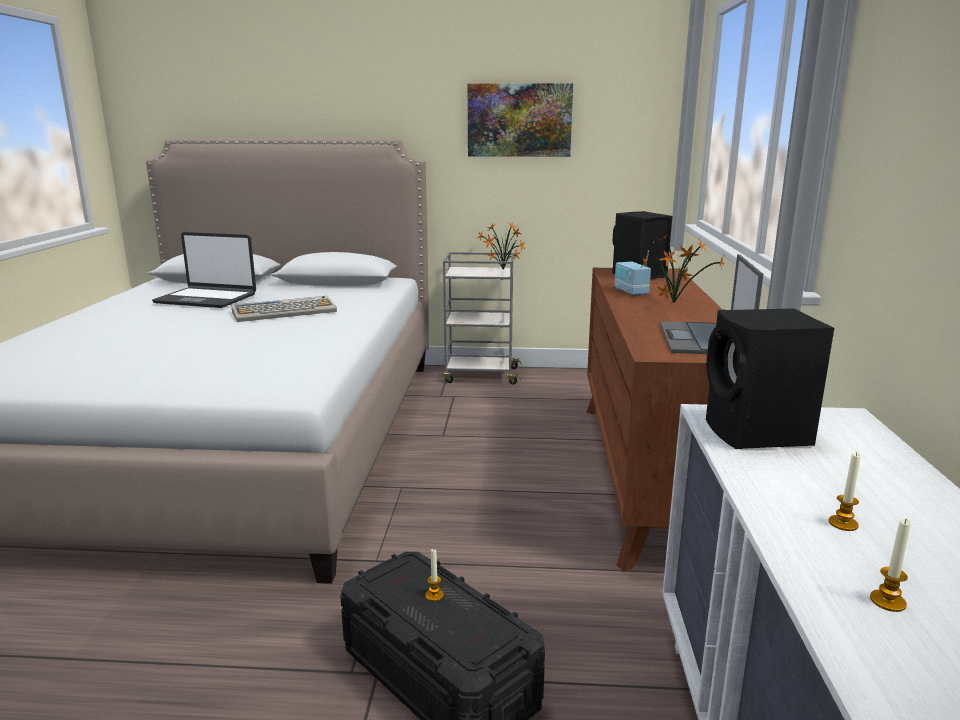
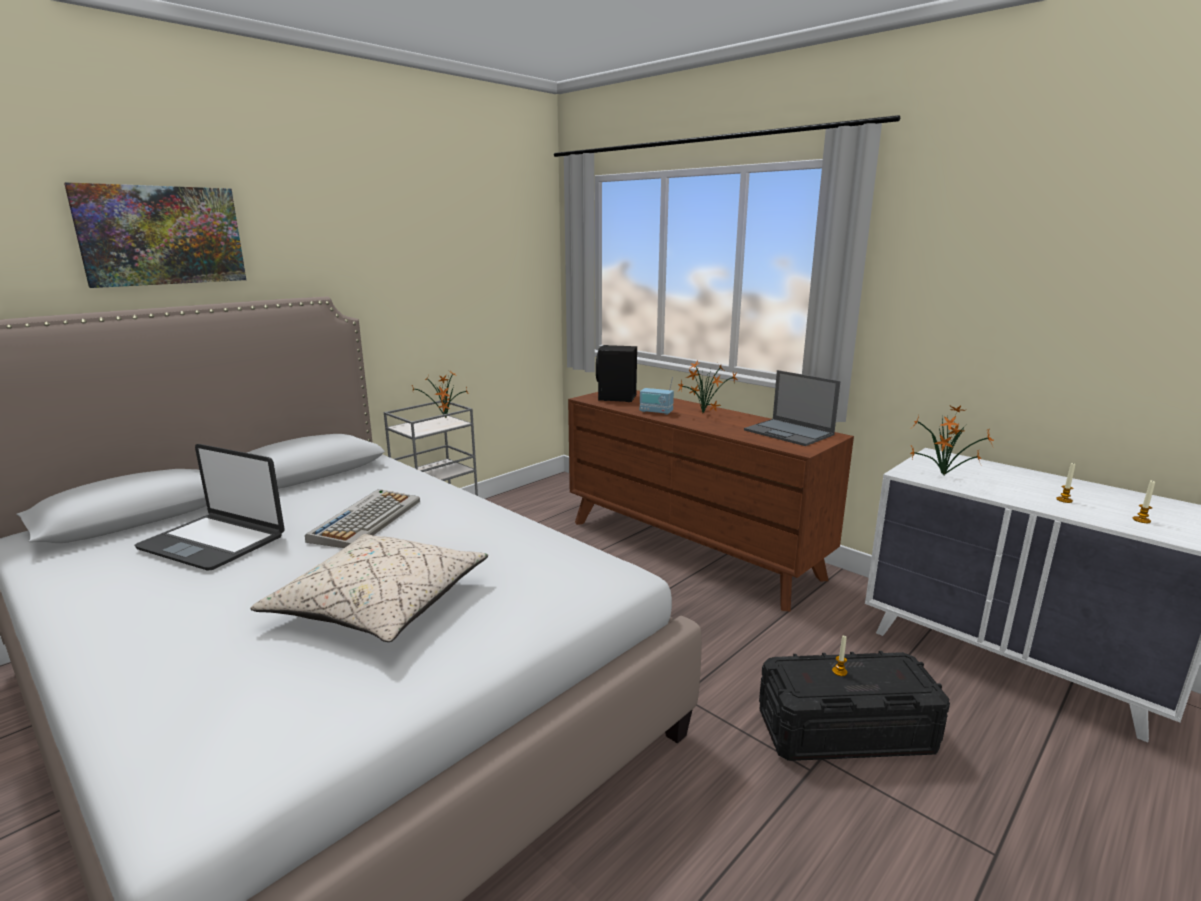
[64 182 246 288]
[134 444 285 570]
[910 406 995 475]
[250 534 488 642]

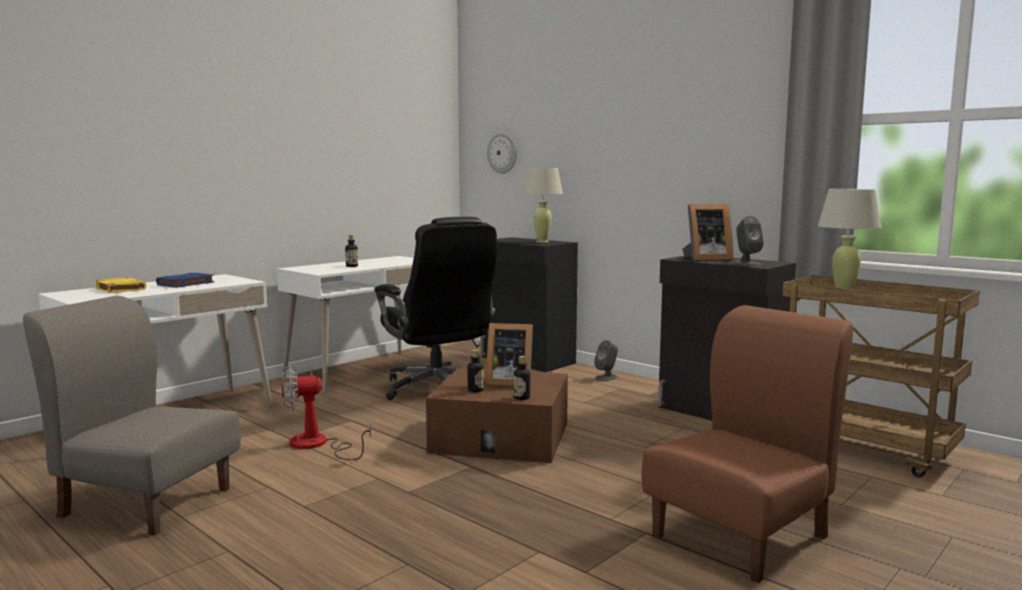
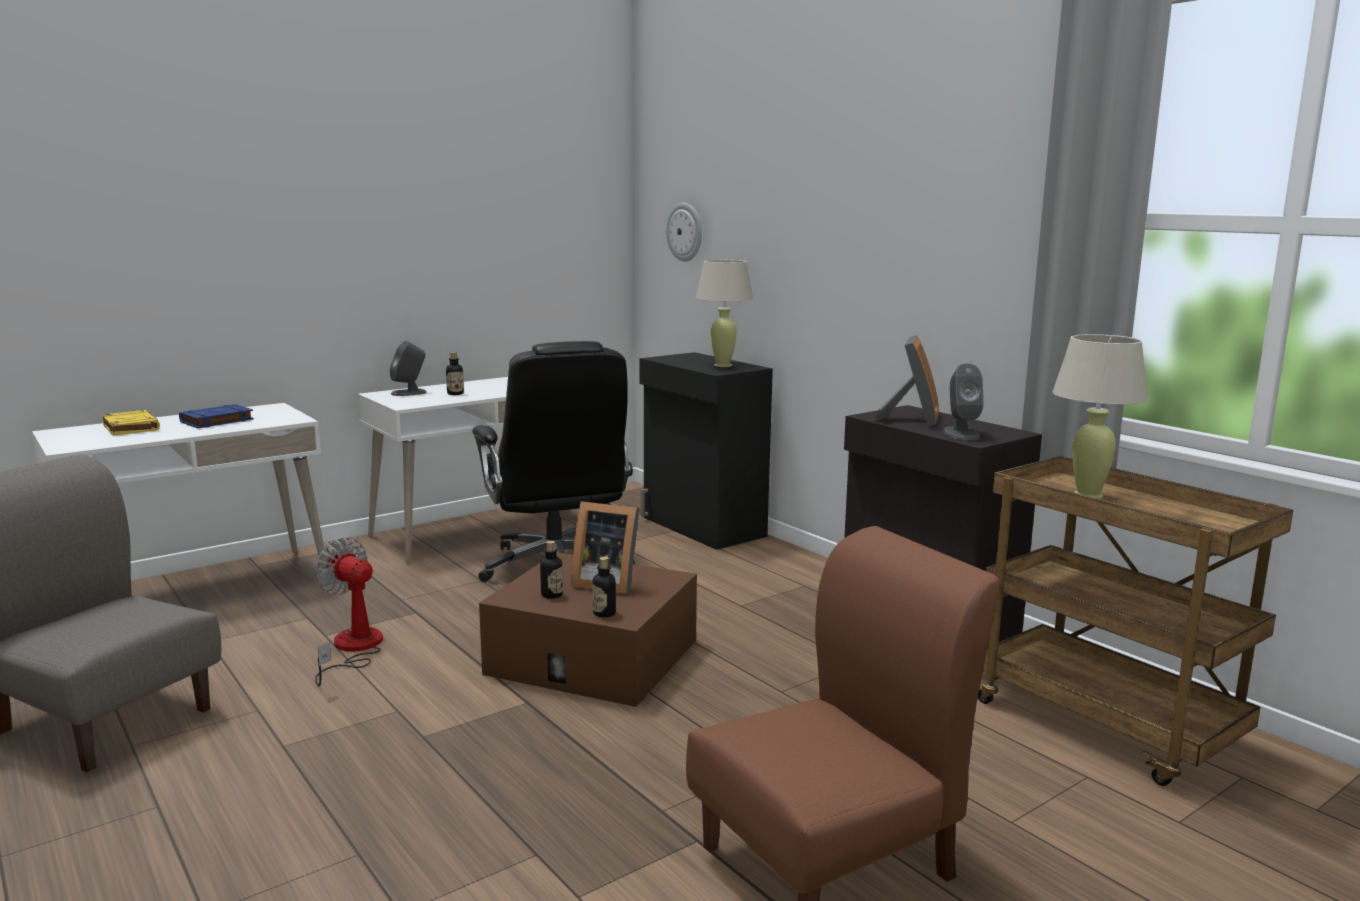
[874 335 939 426]
[390 341 427 396]
[315 537 383 686]

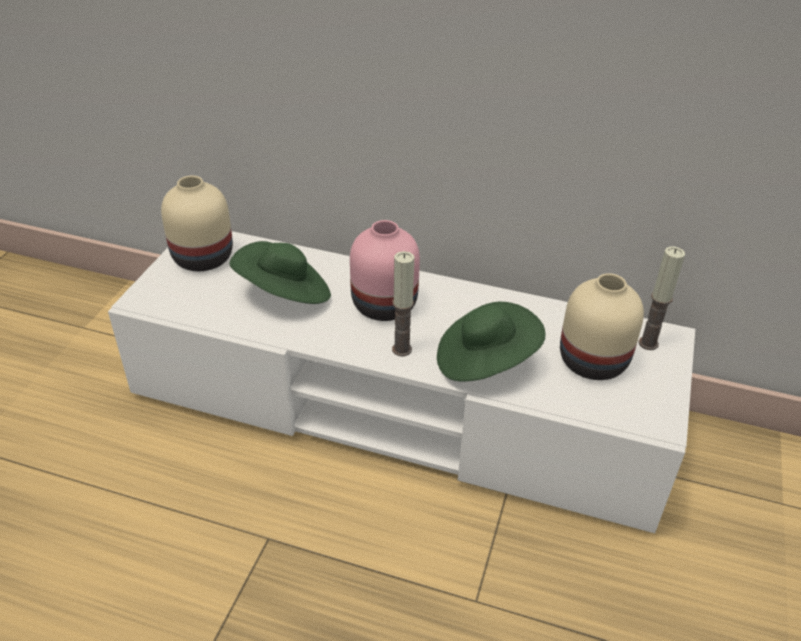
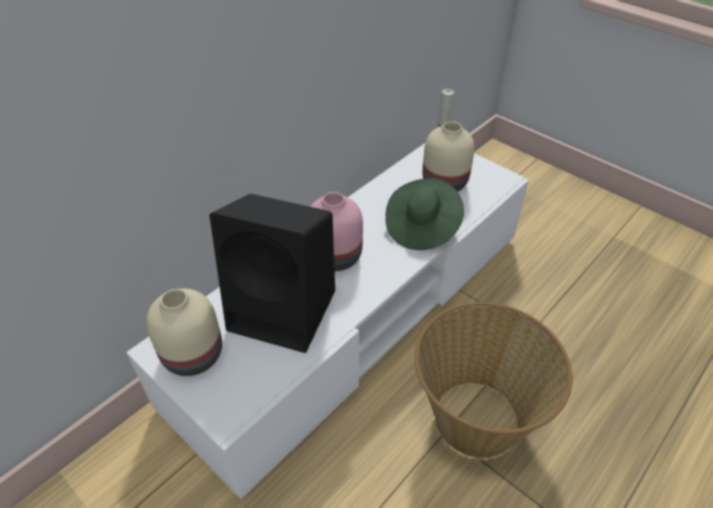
[209 194 335 353]
[392 251 414 356] (first image)
[415 302 572 458]

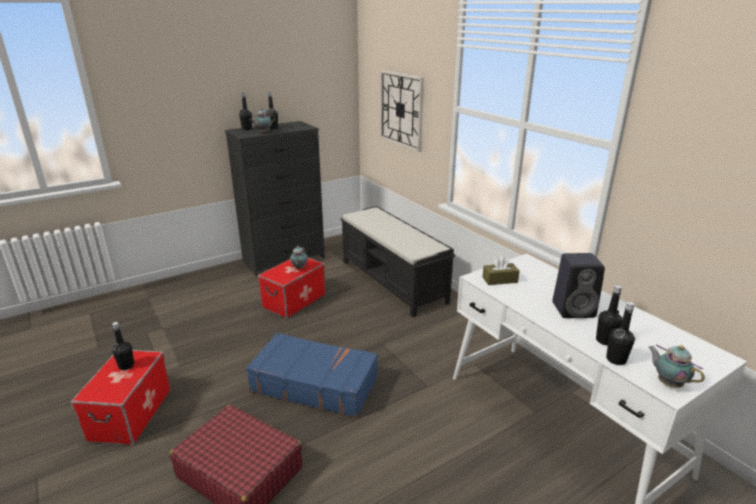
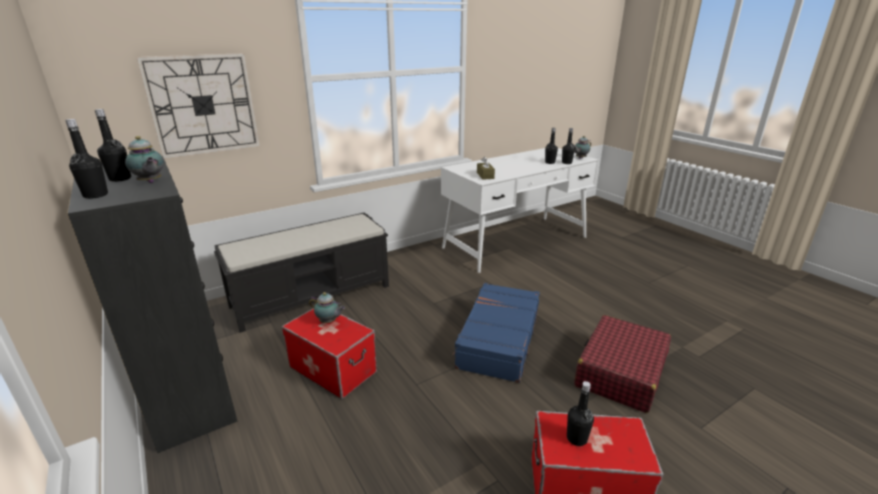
[552 253 605 318] (first image)

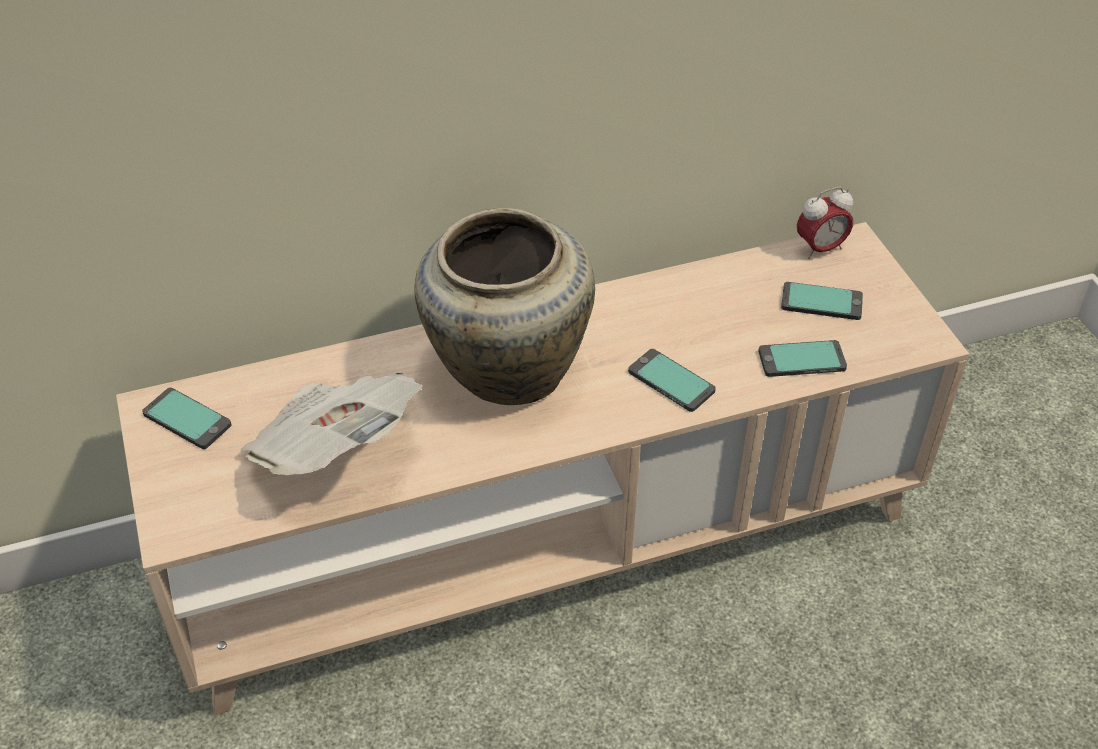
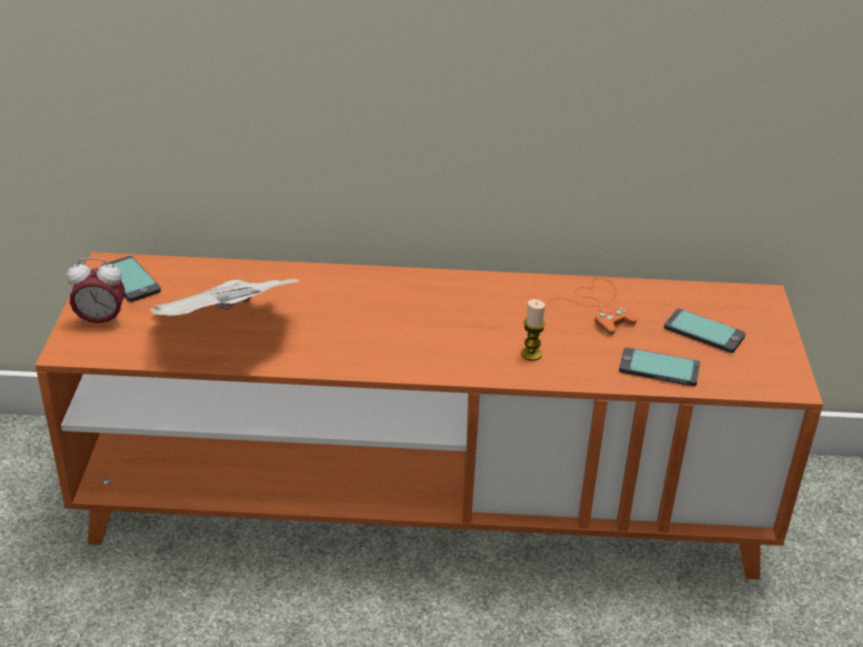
[67 258 125 327]
[415 208 595 405] (first image)
[35 252 823 580]
[521 299 545 361]
[545 278 637 335]

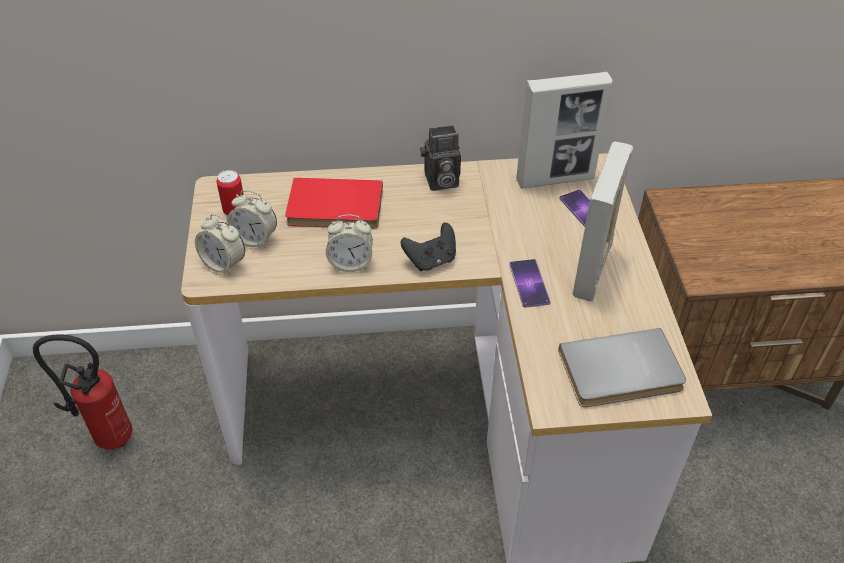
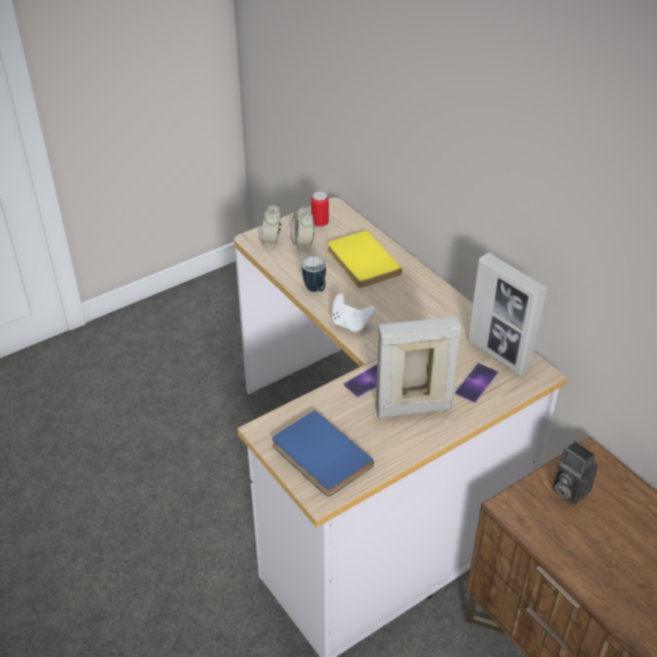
[552 441 598 505]
[327 230 402 288]
[302 256 326 292]
[332 294 376 333]
[272 410 374 497]
[33 334 133 449] (first image)

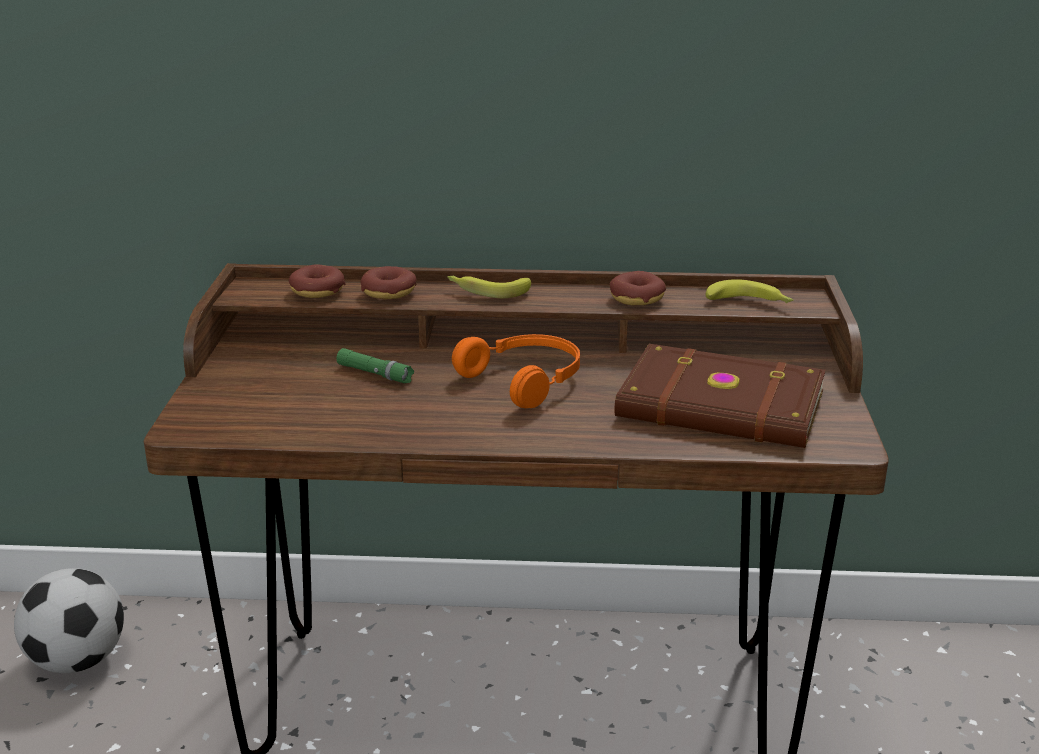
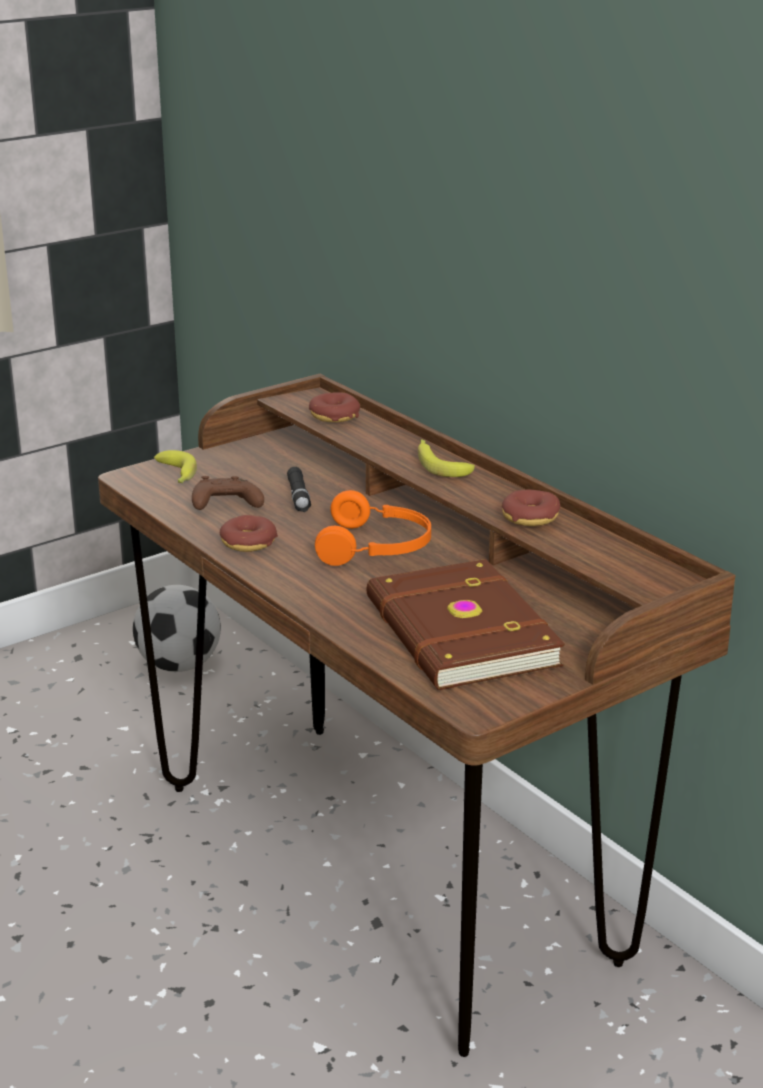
[220 515 278 552]
[154 450 197 483]
[287 467 311 512]
[192 476 264 510]

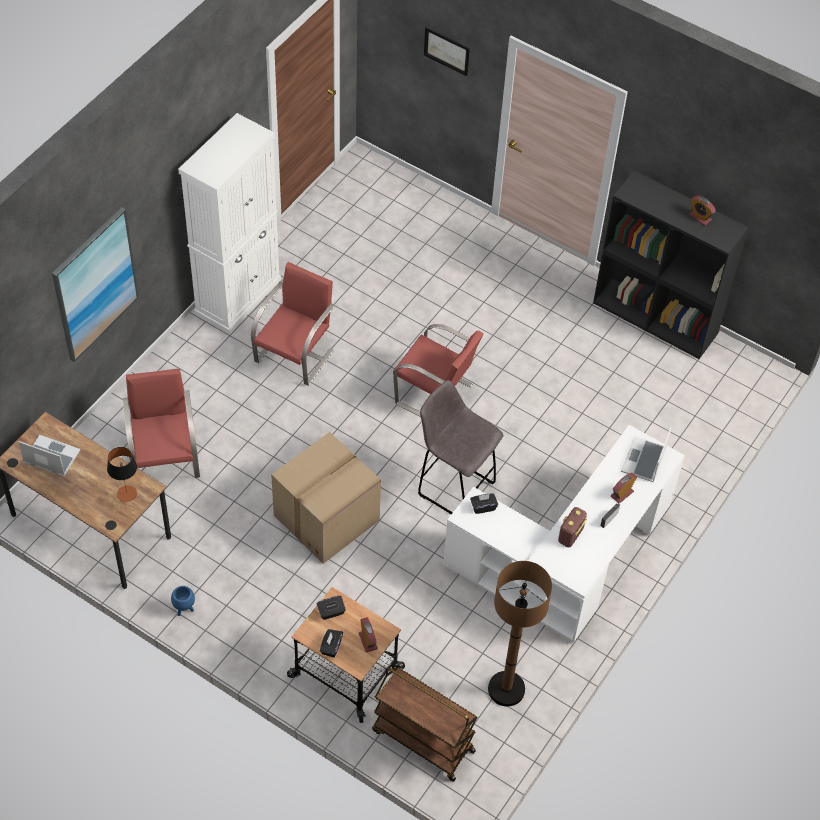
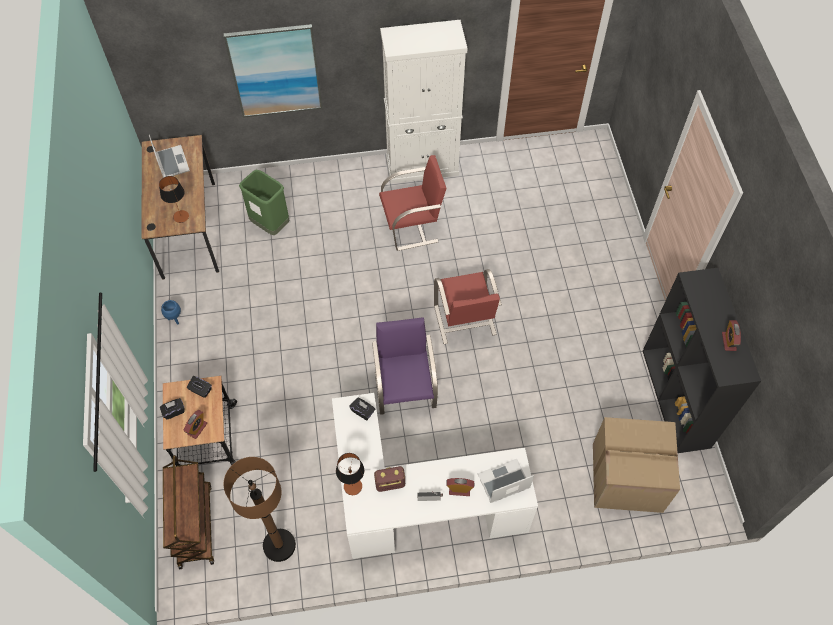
[424 27 470 76] (first image)
[239 170 289 235]
[372 317 438 415]
[593 417 680 513]
[336 453 364 495]

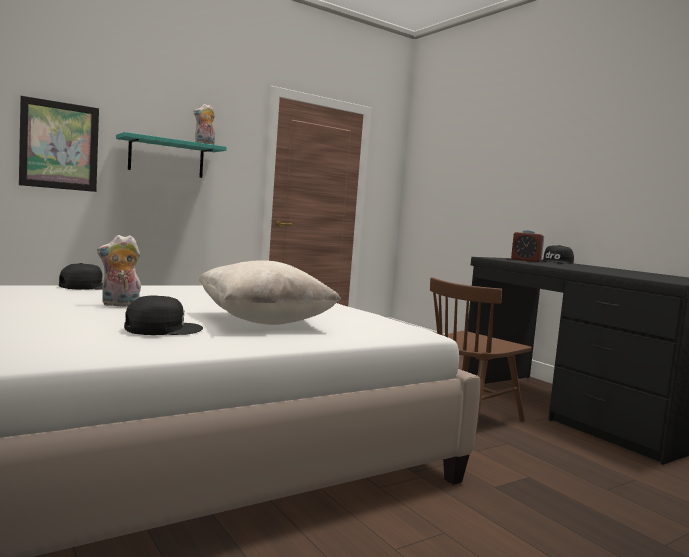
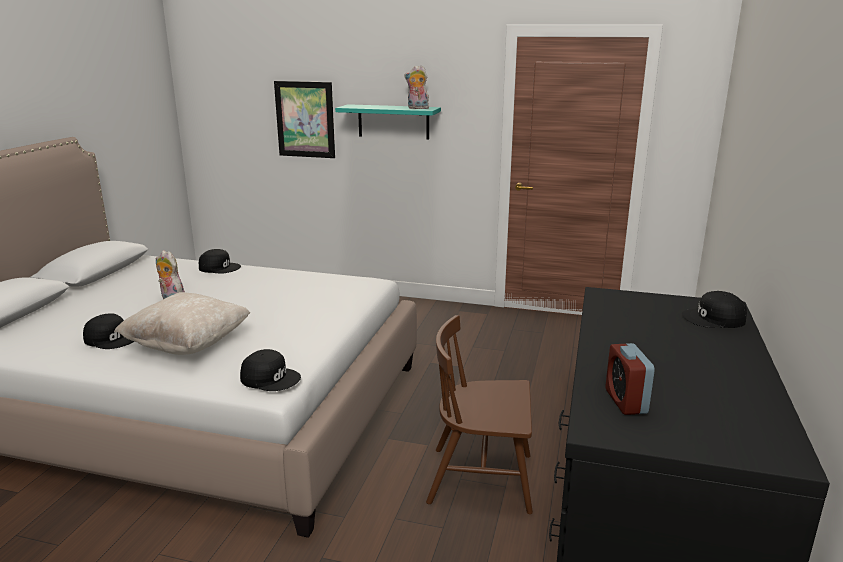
[605 343 655 415]
[240 349 301 391]

